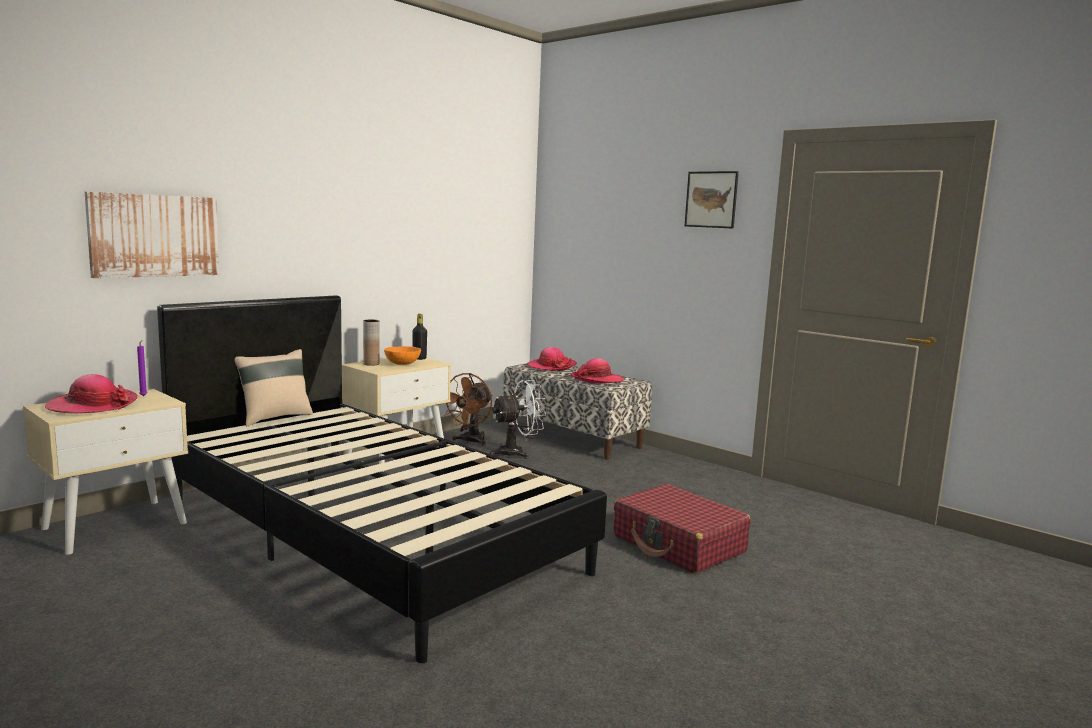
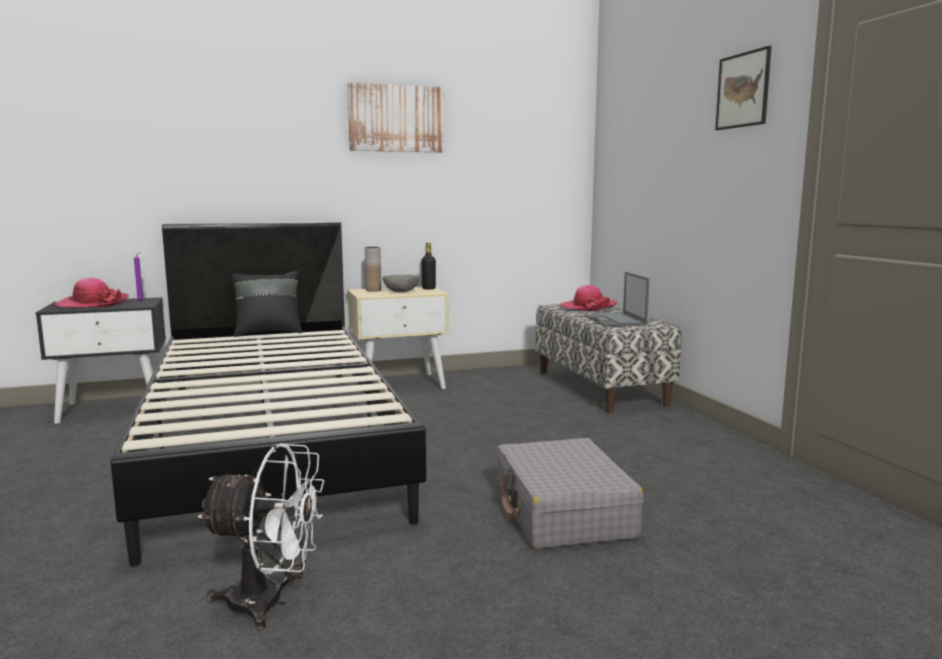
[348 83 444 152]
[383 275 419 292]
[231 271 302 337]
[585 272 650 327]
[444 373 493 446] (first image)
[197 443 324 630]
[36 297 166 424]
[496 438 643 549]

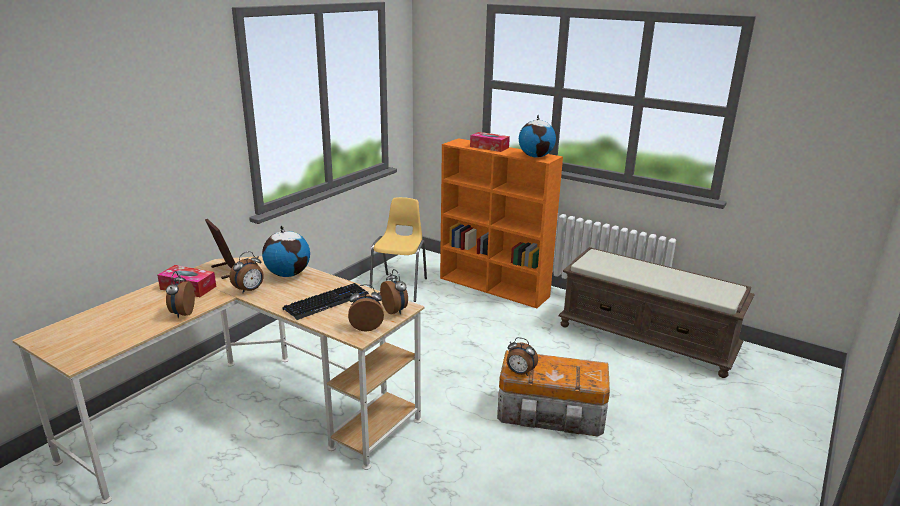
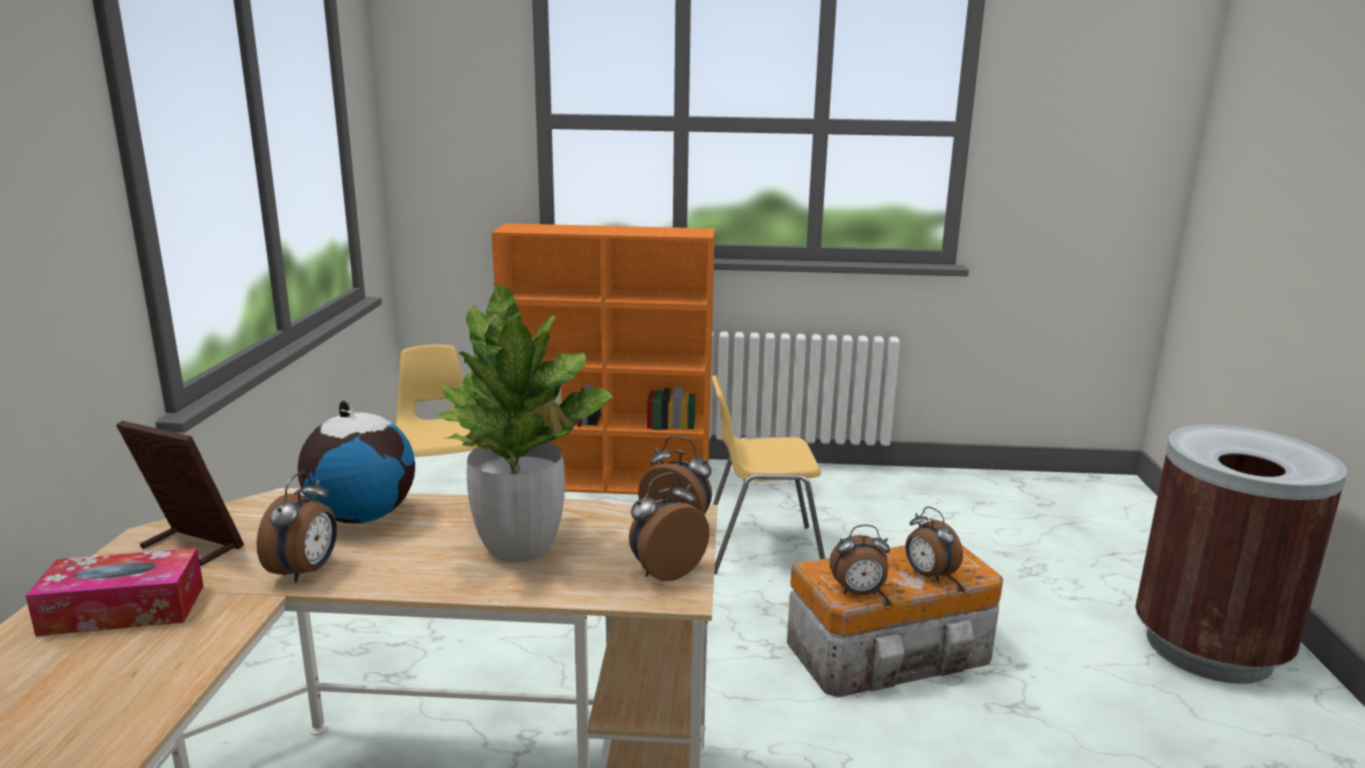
[519 115 556 158] (first image)
[470 132 510 152] (first image)
[558 247 755 378] (first image)
[905 507 963 582]
[433 284 614 563]
[712 375 825 574]
[1135 425 1347 684]

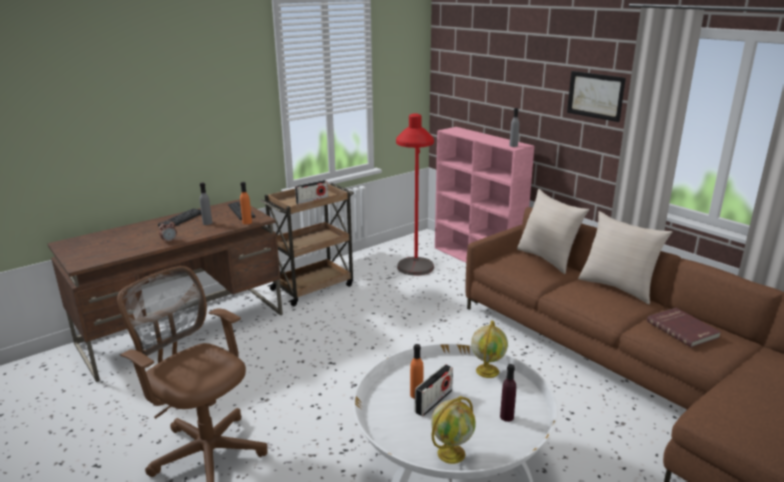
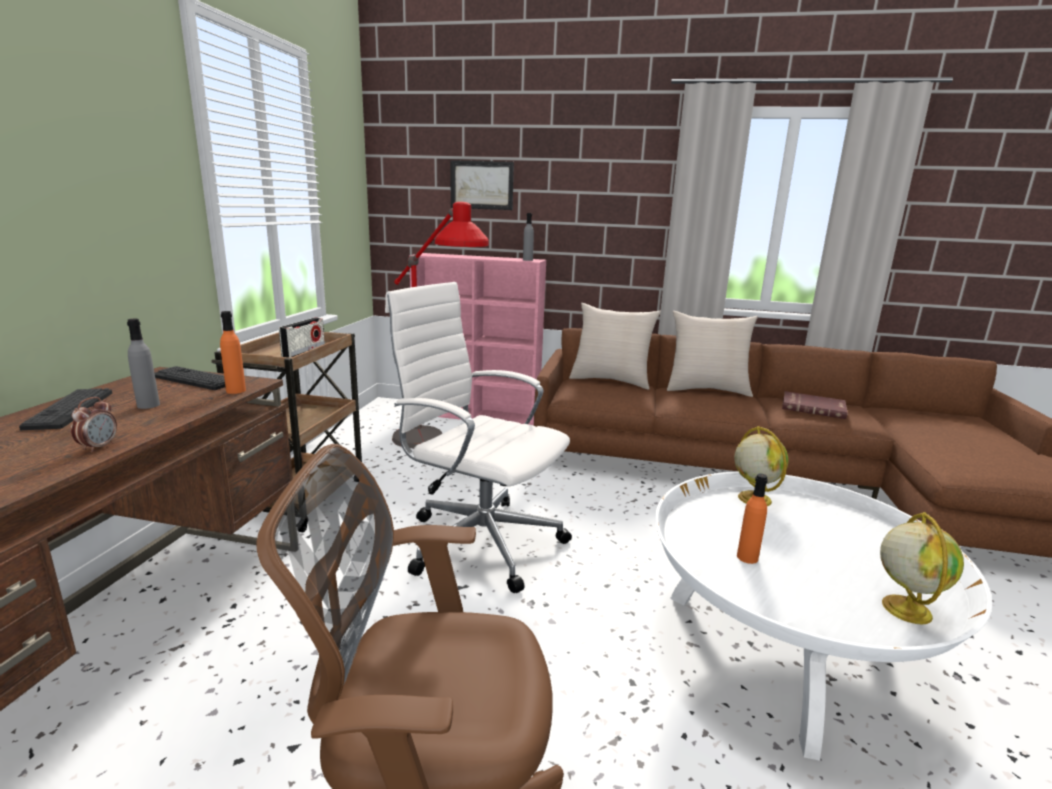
[450 160 514 210]
[415 364 453 416] (first image)
[500 364 516 422] (first image)
[385 282 572 593]

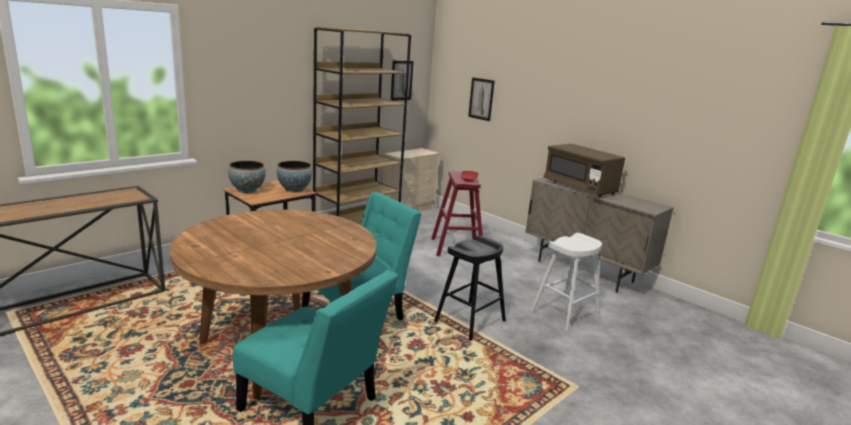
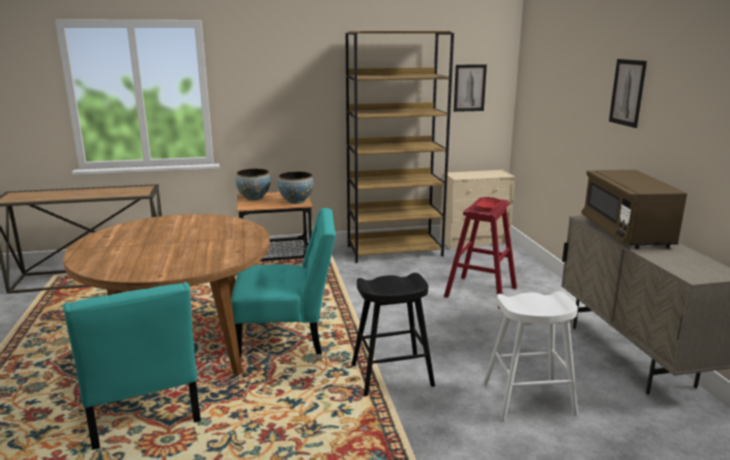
[609 59 647 128]

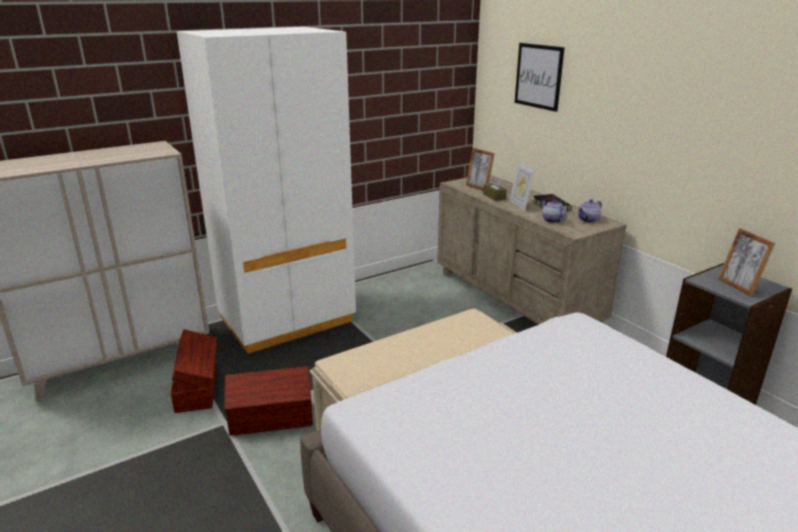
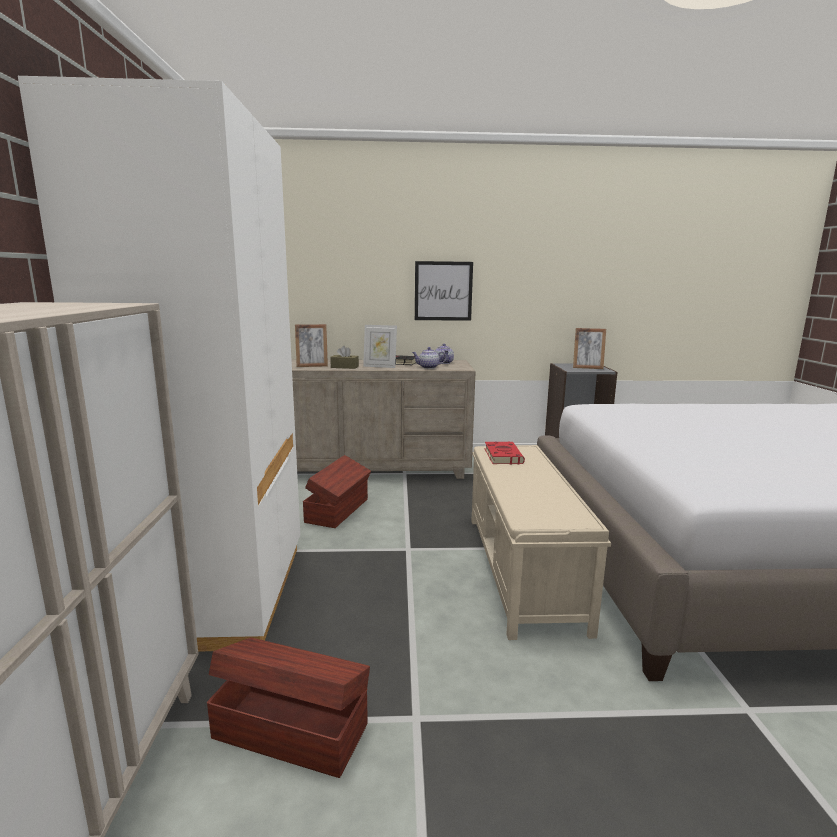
[415 261 473 321]
[303 455 371 528]
[485 441 525 464]

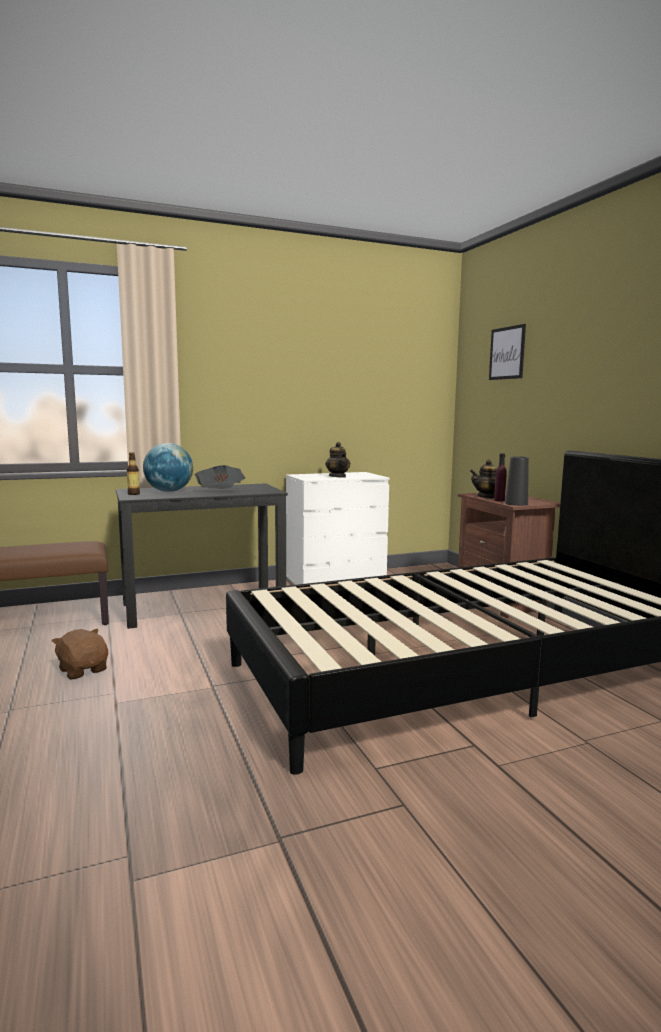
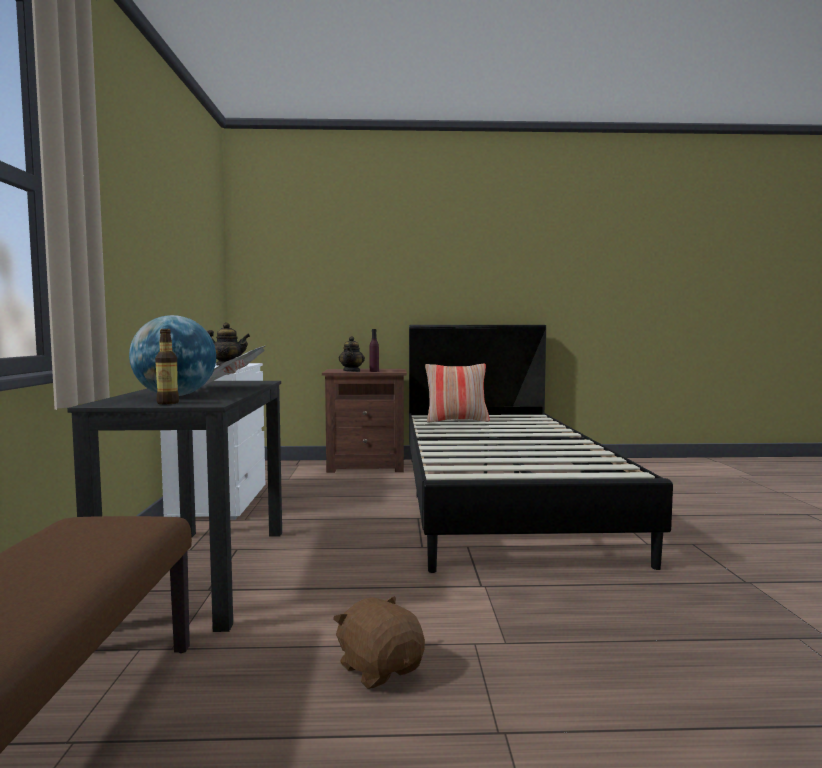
[489 324 526 380] (first image)
[505 456 529 506] (first image)
[333 596 425 689]
[425 364 490 423]

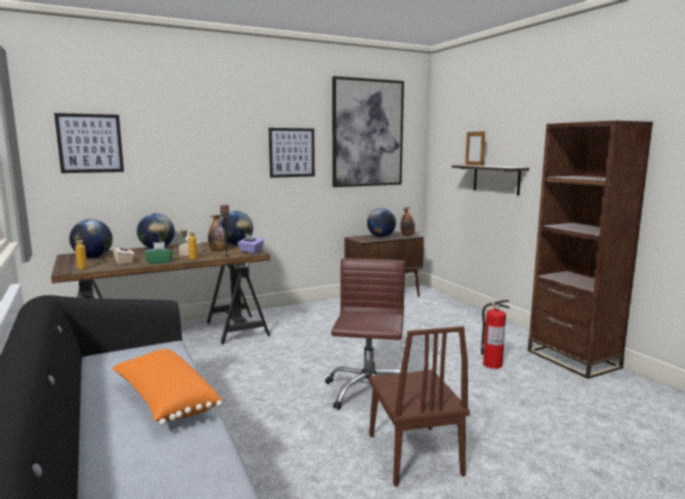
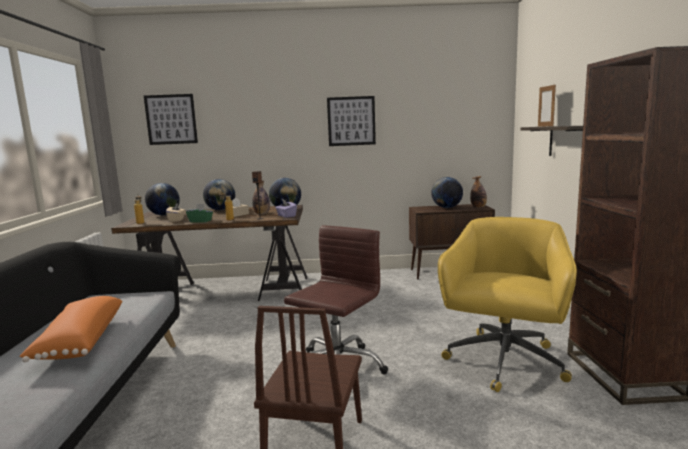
[332 76 404 187] (first image)
[438 217 577 392]

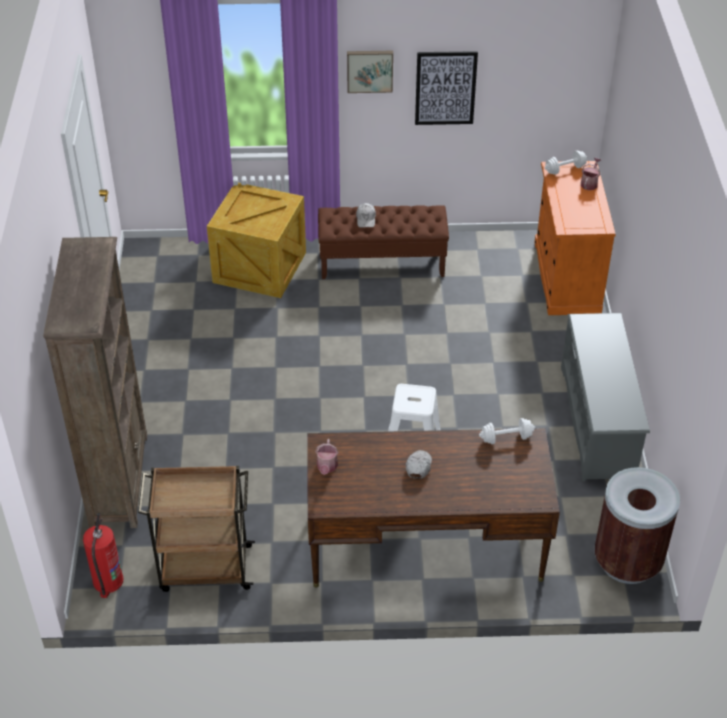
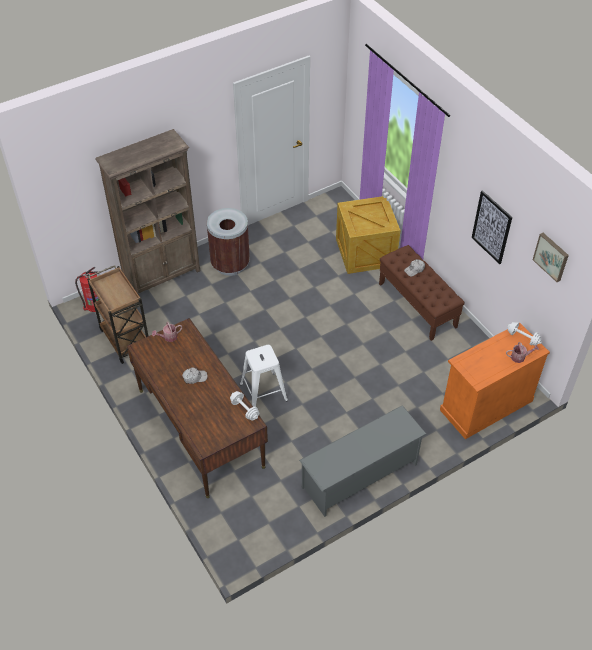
[533 233 569 282]
[207 208 250 276]

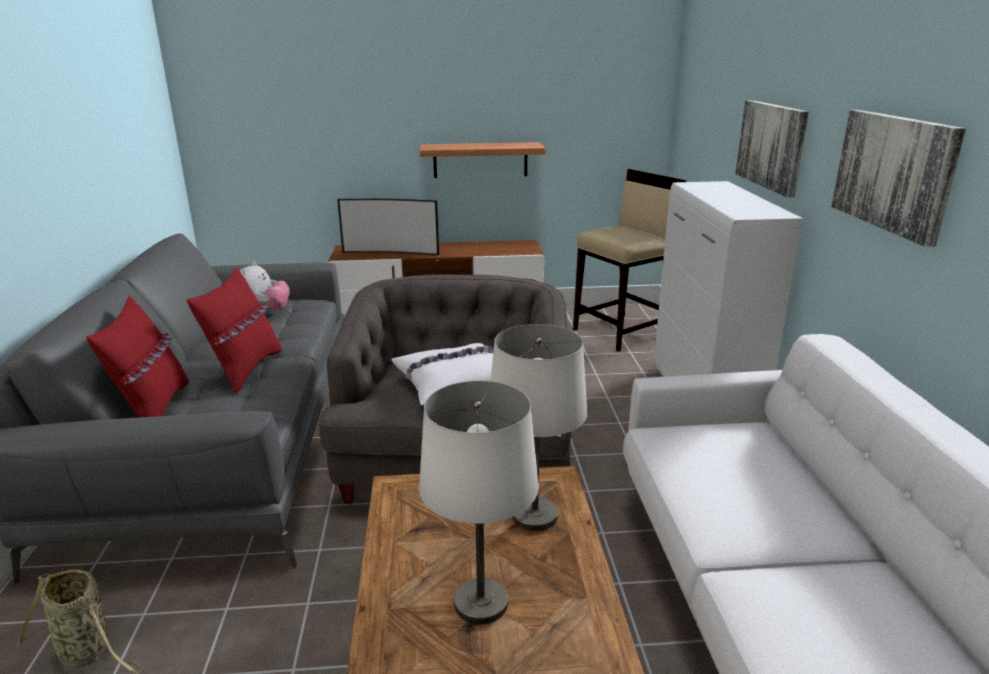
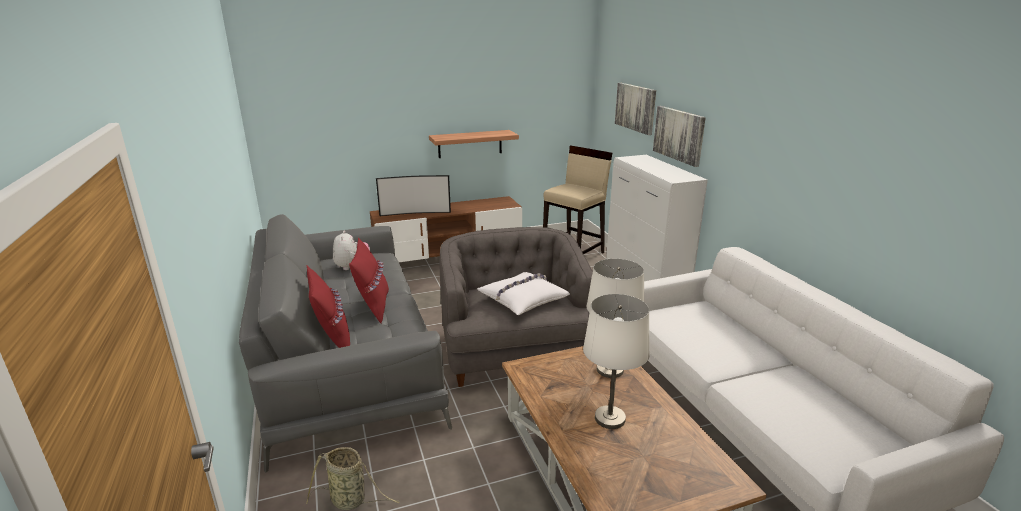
[615 83 656 135]

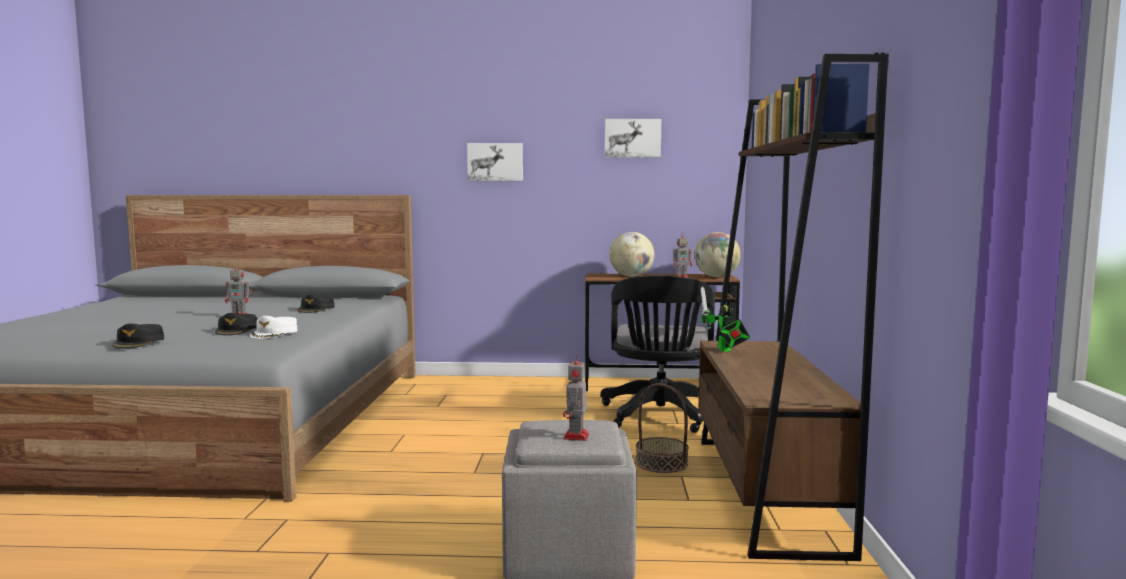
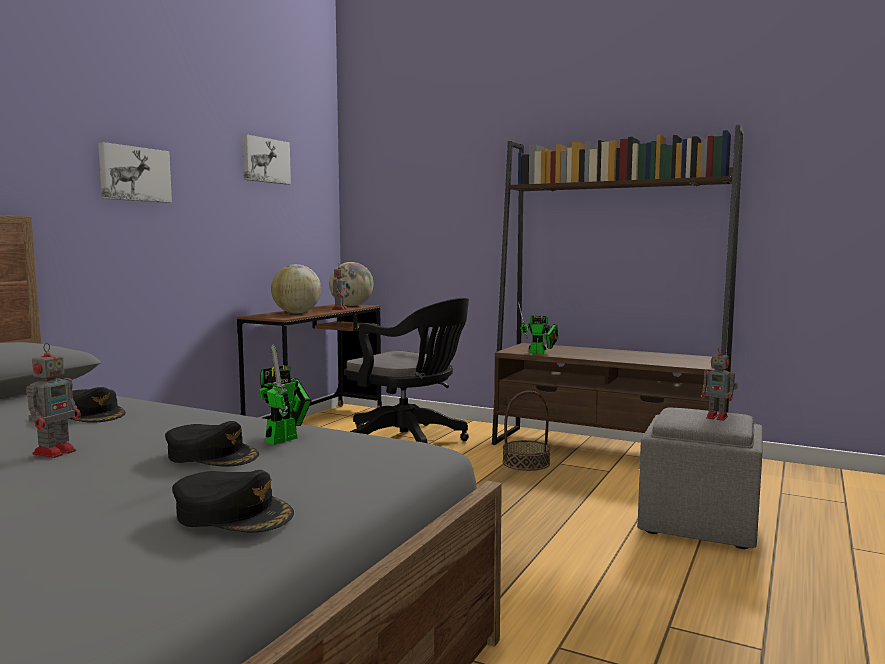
[259 344 312 445]

